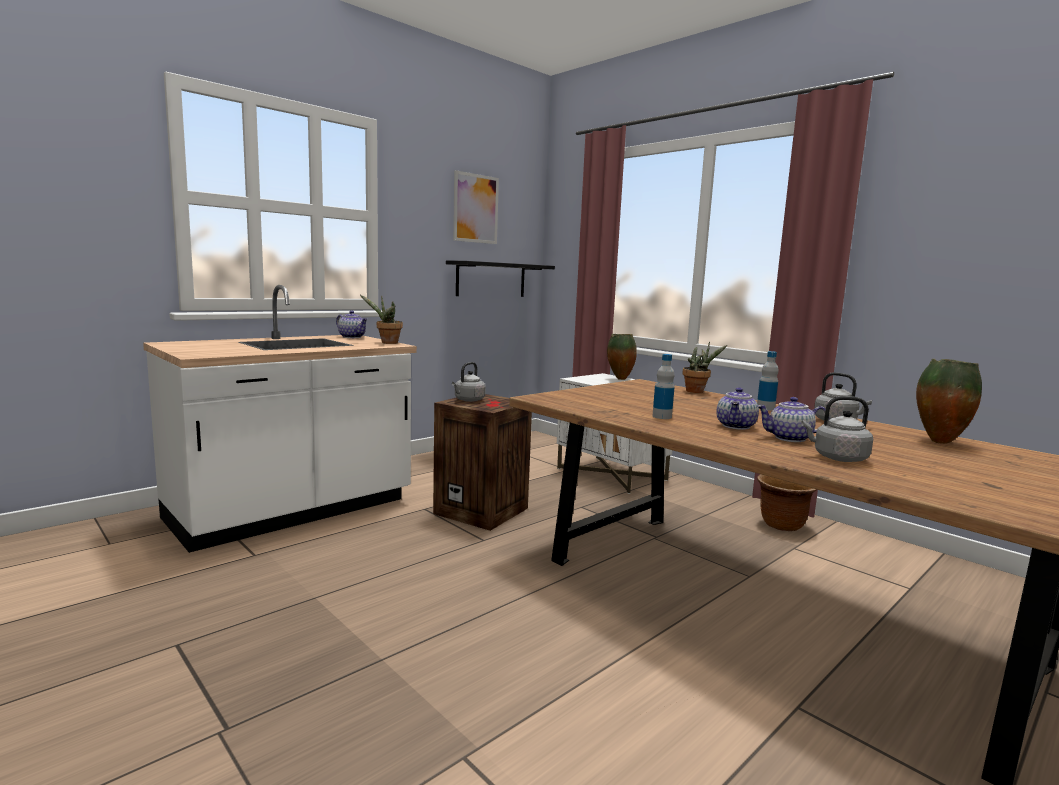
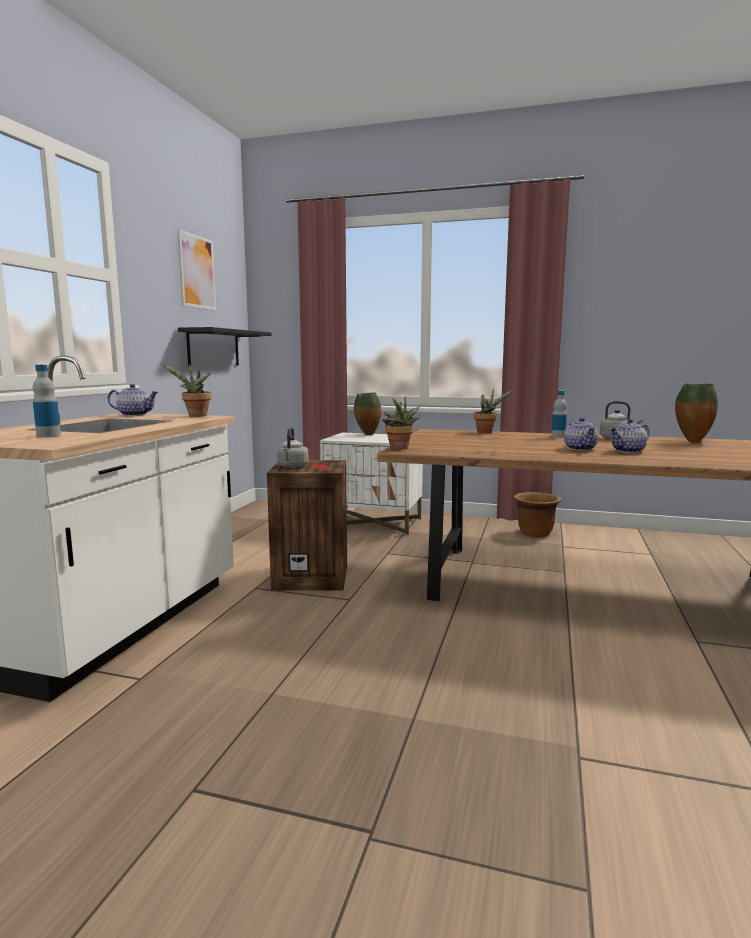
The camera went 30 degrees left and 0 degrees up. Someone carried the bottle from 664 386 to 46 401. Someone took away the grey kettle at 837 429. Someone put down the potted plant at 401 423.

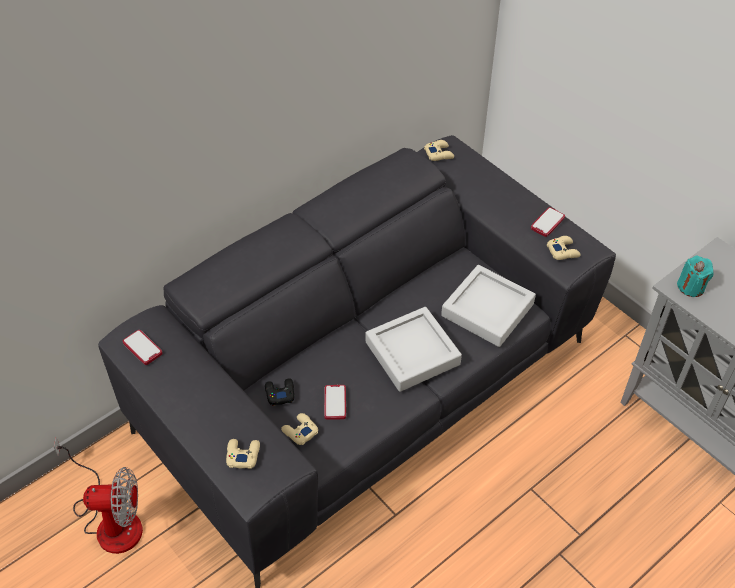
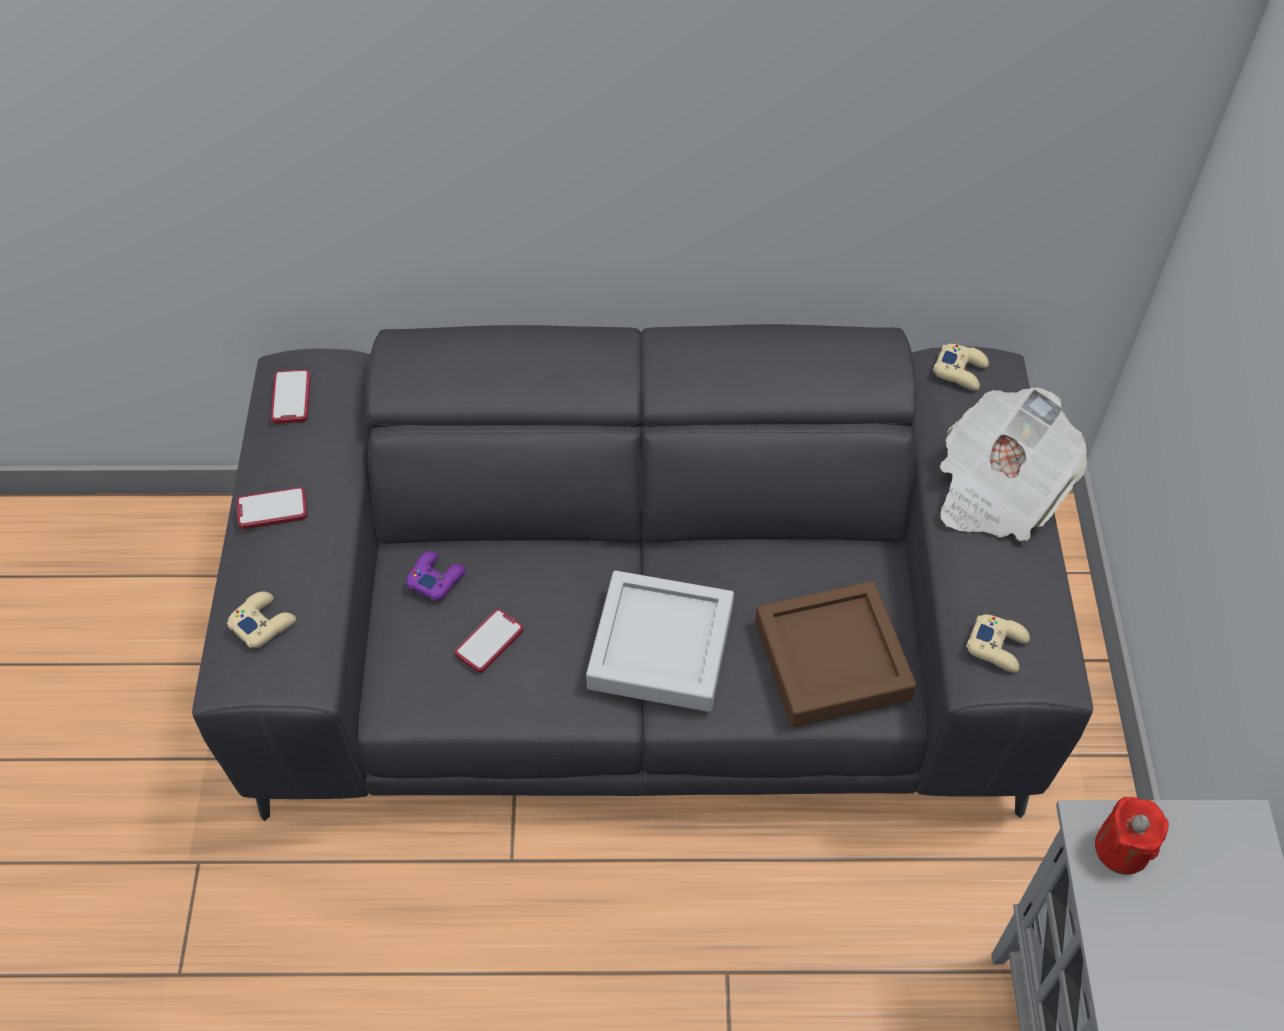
The camera went 40 degrees right and 5 degrees up. Someone carried the phone from 548 222 to 272 508. Someone repainted the turquoise candle at 695 276, which became the red candle at 1132 836. Someone repainted the grey tray at 488 306, which became the brown tray at 836 654. Someone repainted the black game controller at 279 392, which became the purple game controller at 436 576. Someone took away the beige game controller at 299 429. Someone took away the fan at 98 496. Someone put down the newspaper at 1013 464.

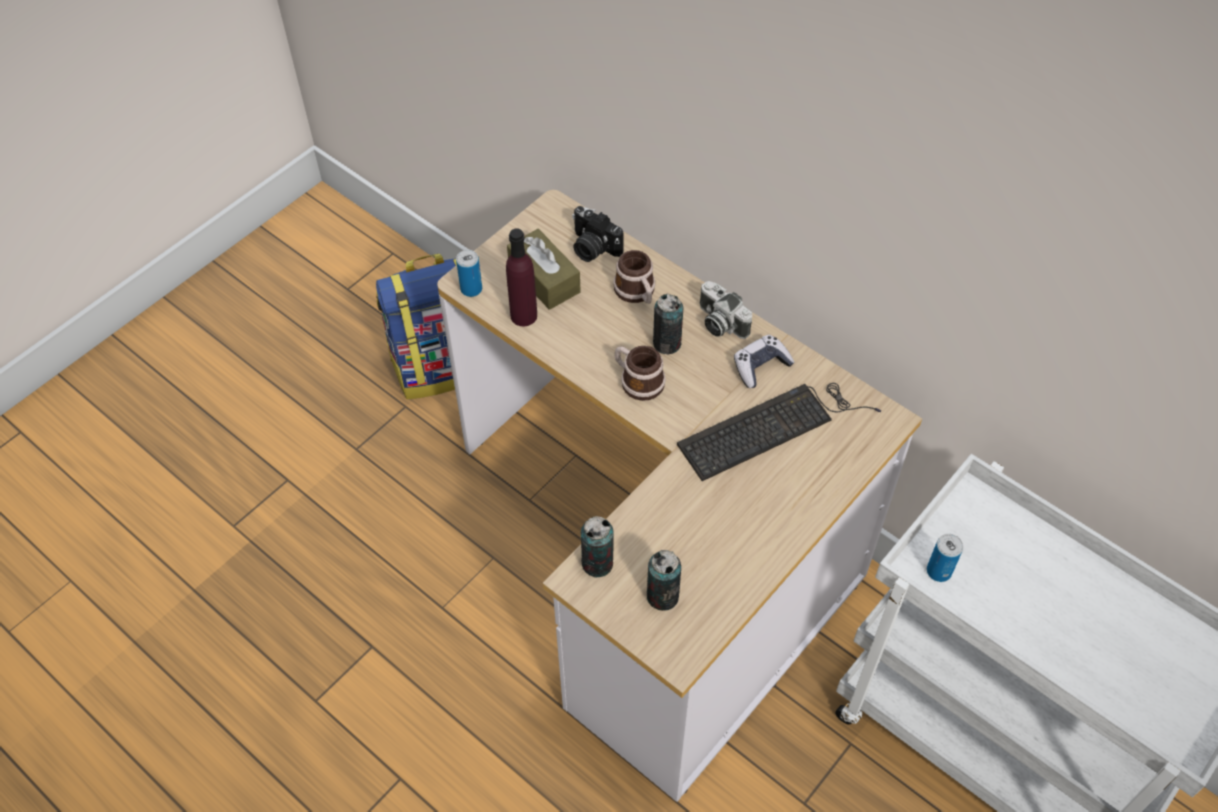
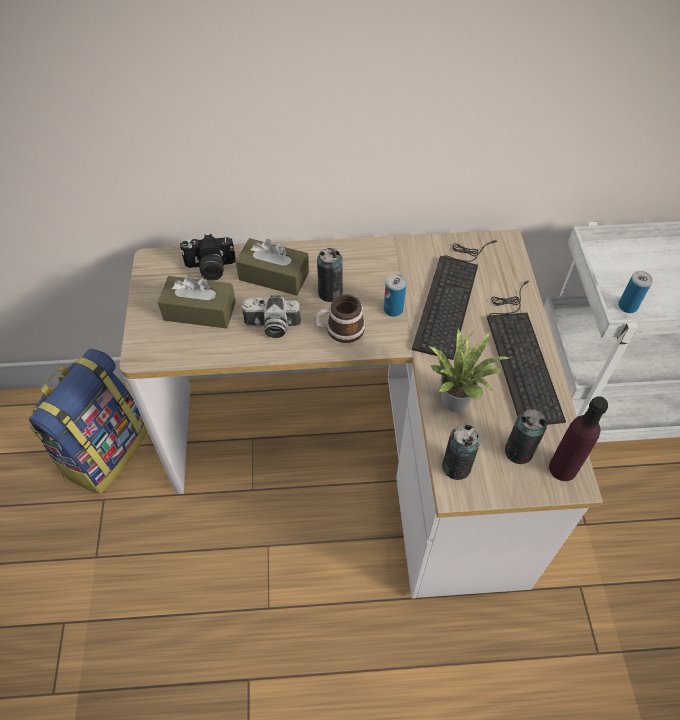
The camera went 45 degrees left and 0 degrees up. Someone carried the purple bottle from 521 277 to 578 438. Someone carried the can from 469 273 to 395 295. Someone swapped the mug at 634 277 for the brown tissue box at 272 266. Someone carried the photo camera from 726 310 to 271 316. Someone took away the game controller at 764 361. Someone put down the keyboard at 526 353. Someone put down the potted plant at 470 370.

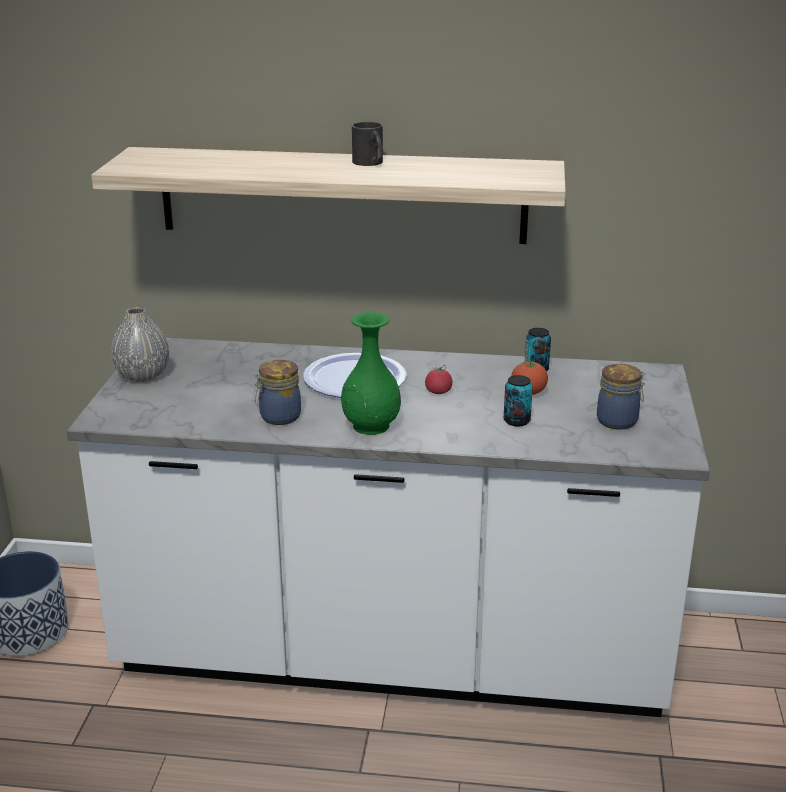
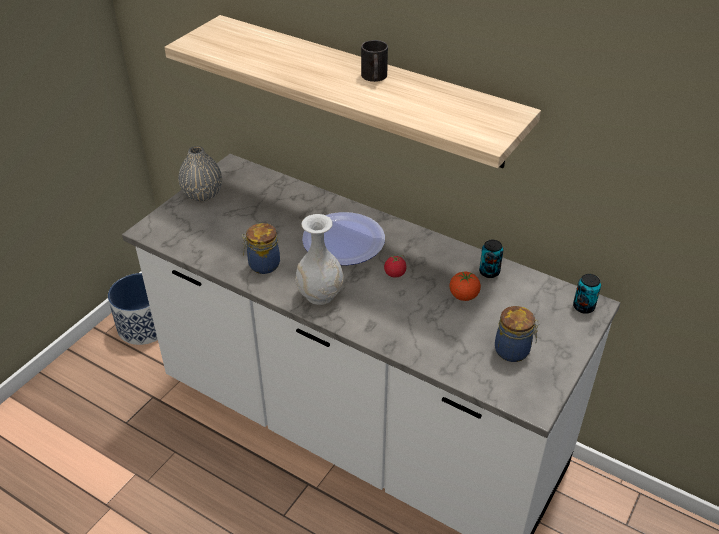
The camera went 25 degrees right and 15 degrees up. Someone repainted the green vase at 371 373, which became the white vase at 319 259. Someone carried the can from 518 401 to 587 294.

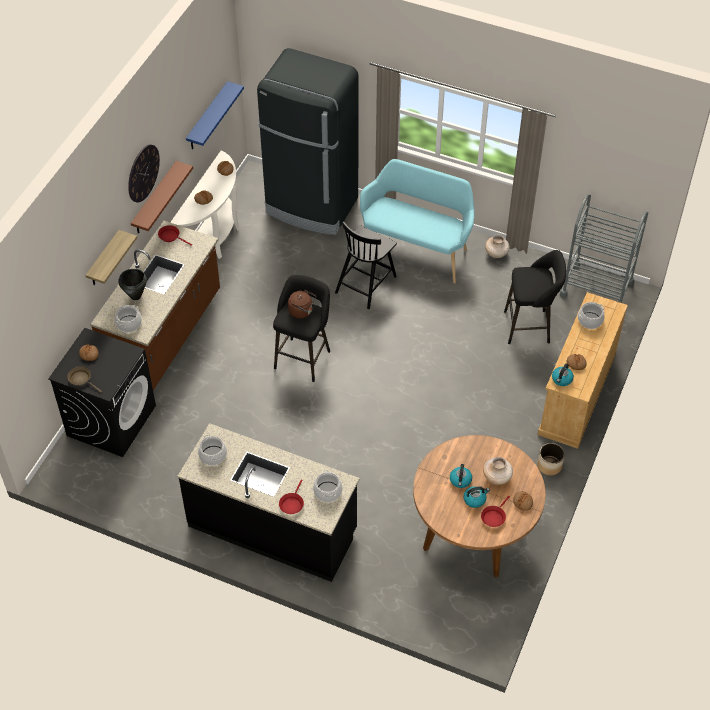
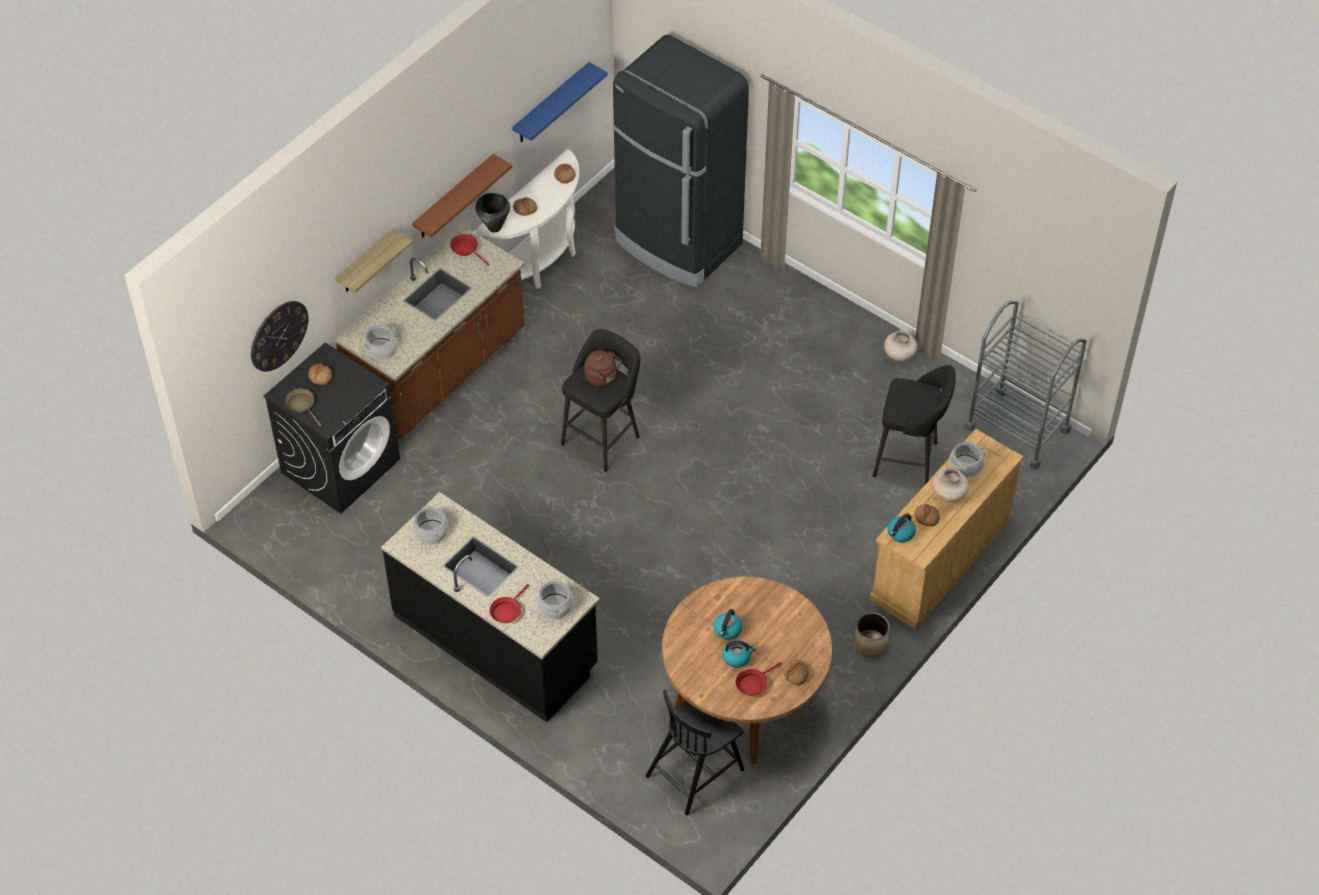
The camera went 15 degrees right and 0 degrees up. Someone carried the wall clock from 144 173 to 280 336. Someone took away the turquoise bench at 417 221. Someone carried the black chair from 366 265 to 695 752. Someone carried the black cooking pot from 132 284 to 493 213. Someone carried the beige vase from 498 471 to 950 485.

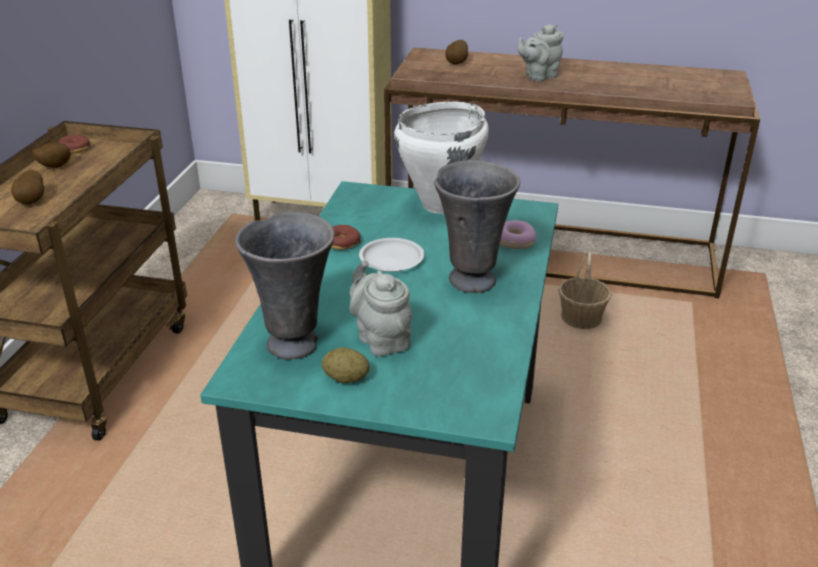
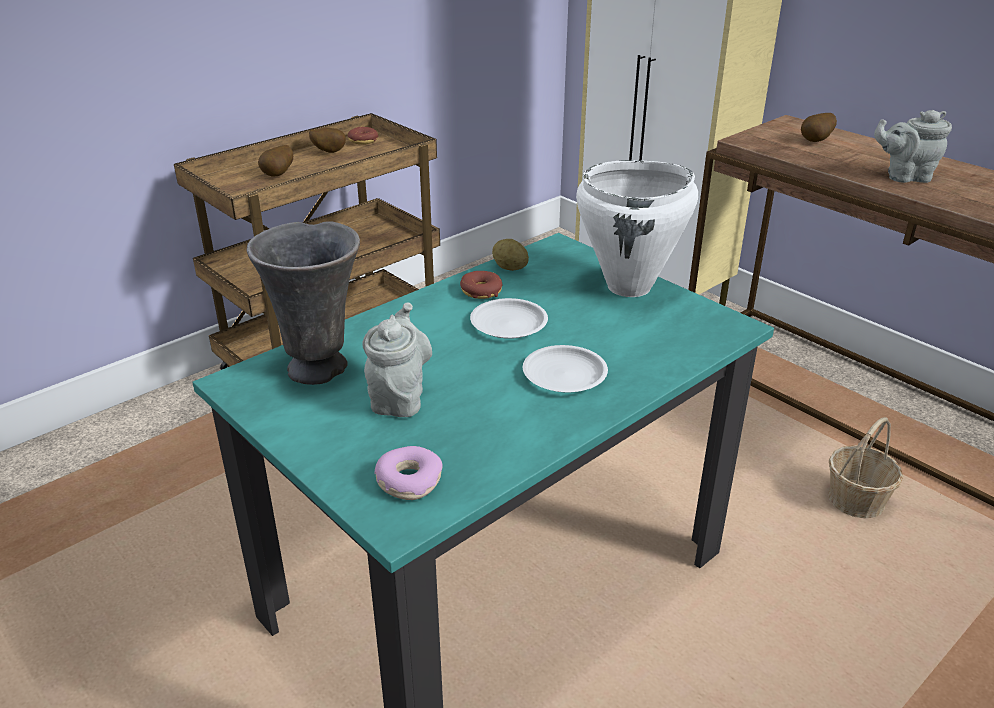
The camera went 35 degrees right and 0 degrees up. Someone swapped the grey vase at 477 226 for the white plate at 565 369. Someone carried the donut from 518 234 to 408 473. Someone carried the potato from 346 365 to 510 255.

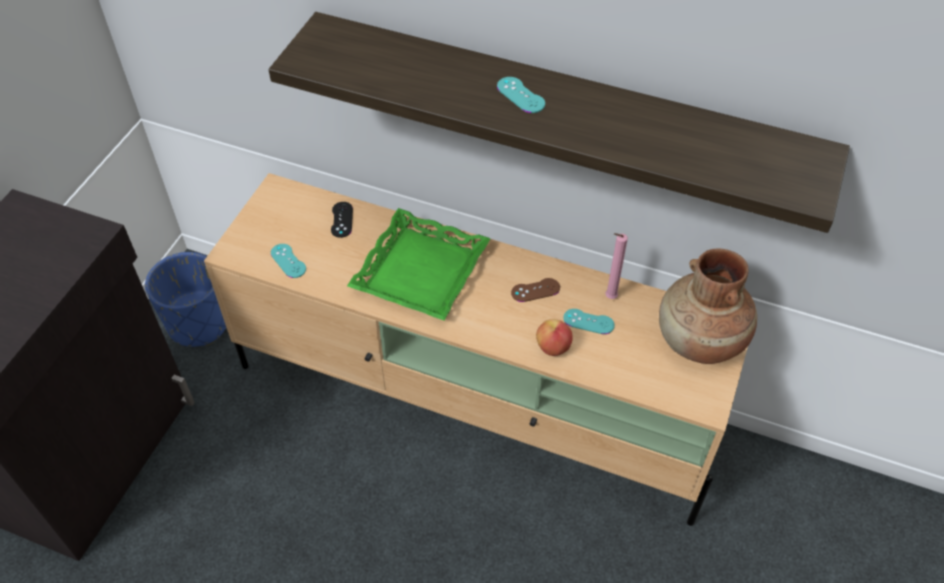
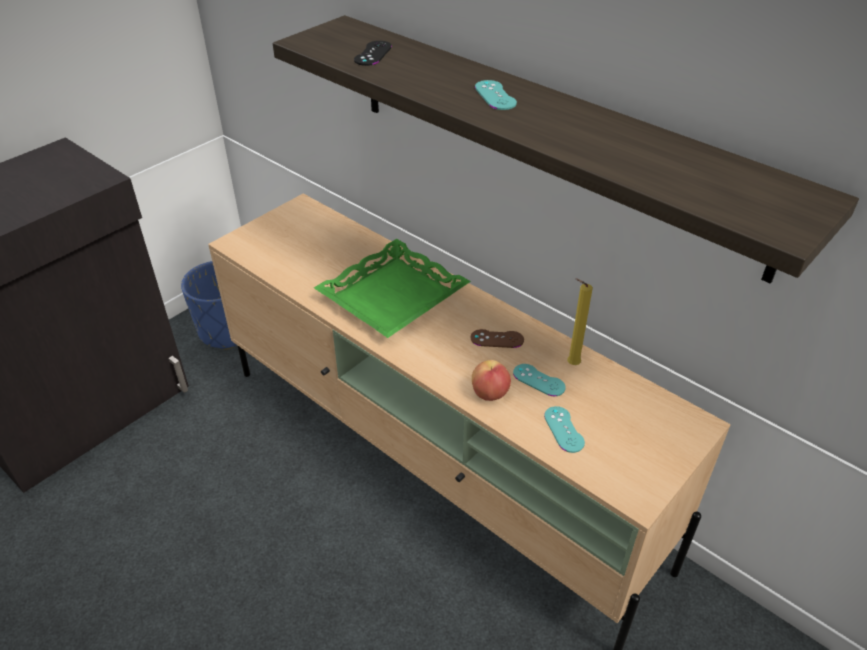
The camera went 20 degrees right and 10 degrees down. Someone carried the black game controller from 342 220 to 373 53. Someone repainted the pink candle at 616 266, which became the yellow candle at 580 321. Someone carried the turquoise game controller from 288 261 to 564 429. Someone took away the brown vase at 708 306.

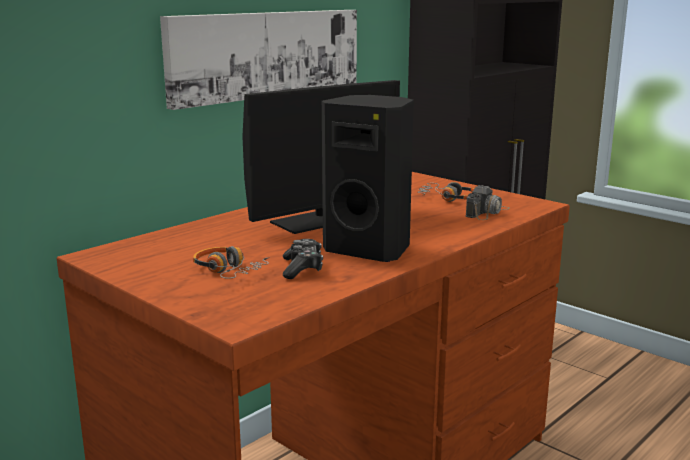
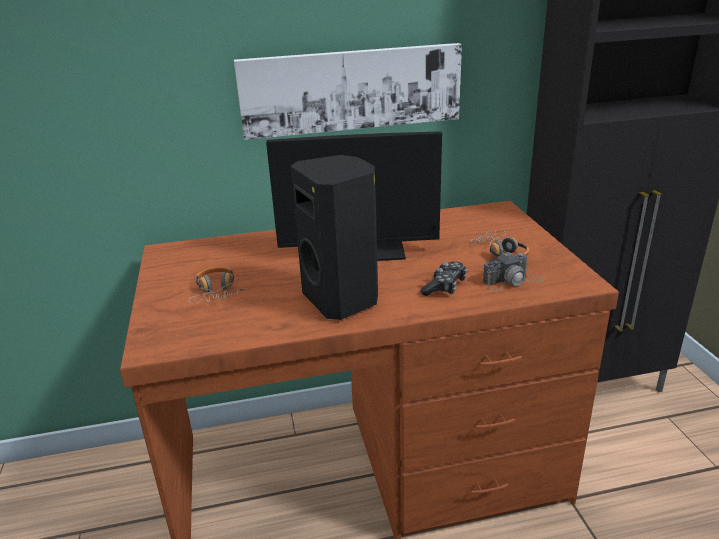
The camera went 35 degrees right and 10 degrees up. Someone carried the game controller from 303 259 to 443 278.

